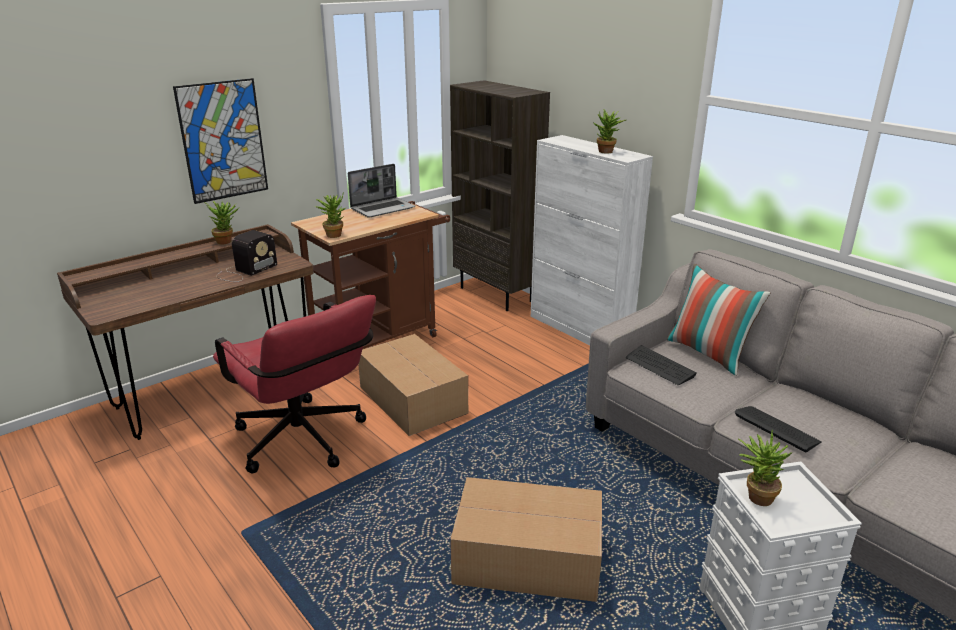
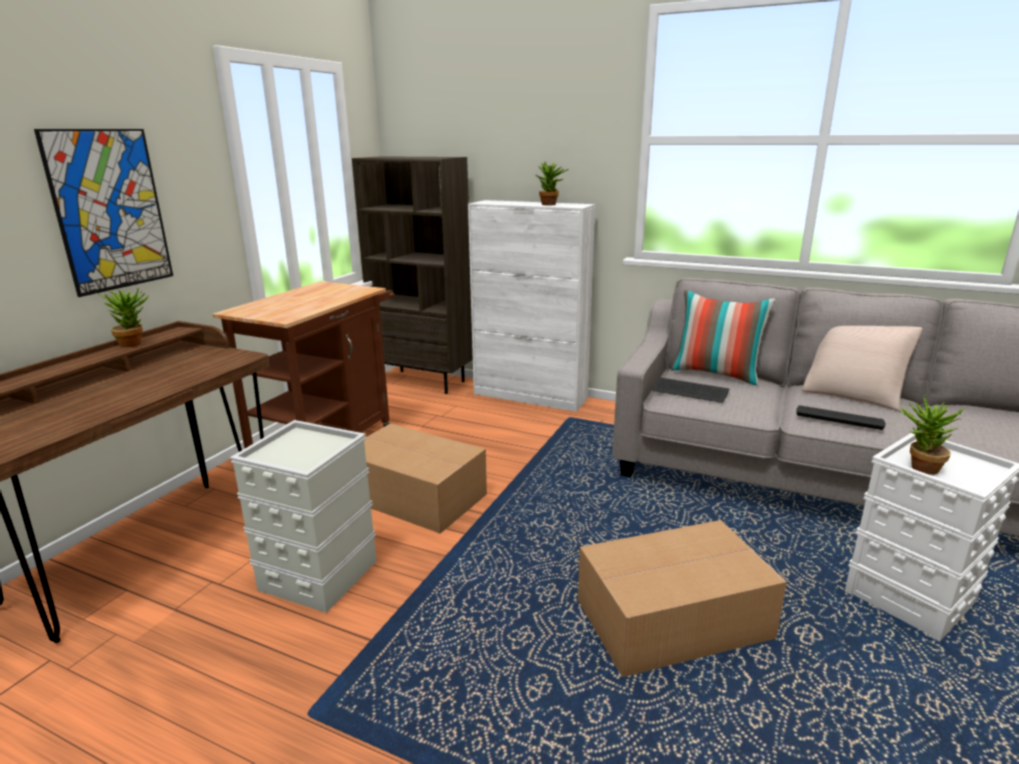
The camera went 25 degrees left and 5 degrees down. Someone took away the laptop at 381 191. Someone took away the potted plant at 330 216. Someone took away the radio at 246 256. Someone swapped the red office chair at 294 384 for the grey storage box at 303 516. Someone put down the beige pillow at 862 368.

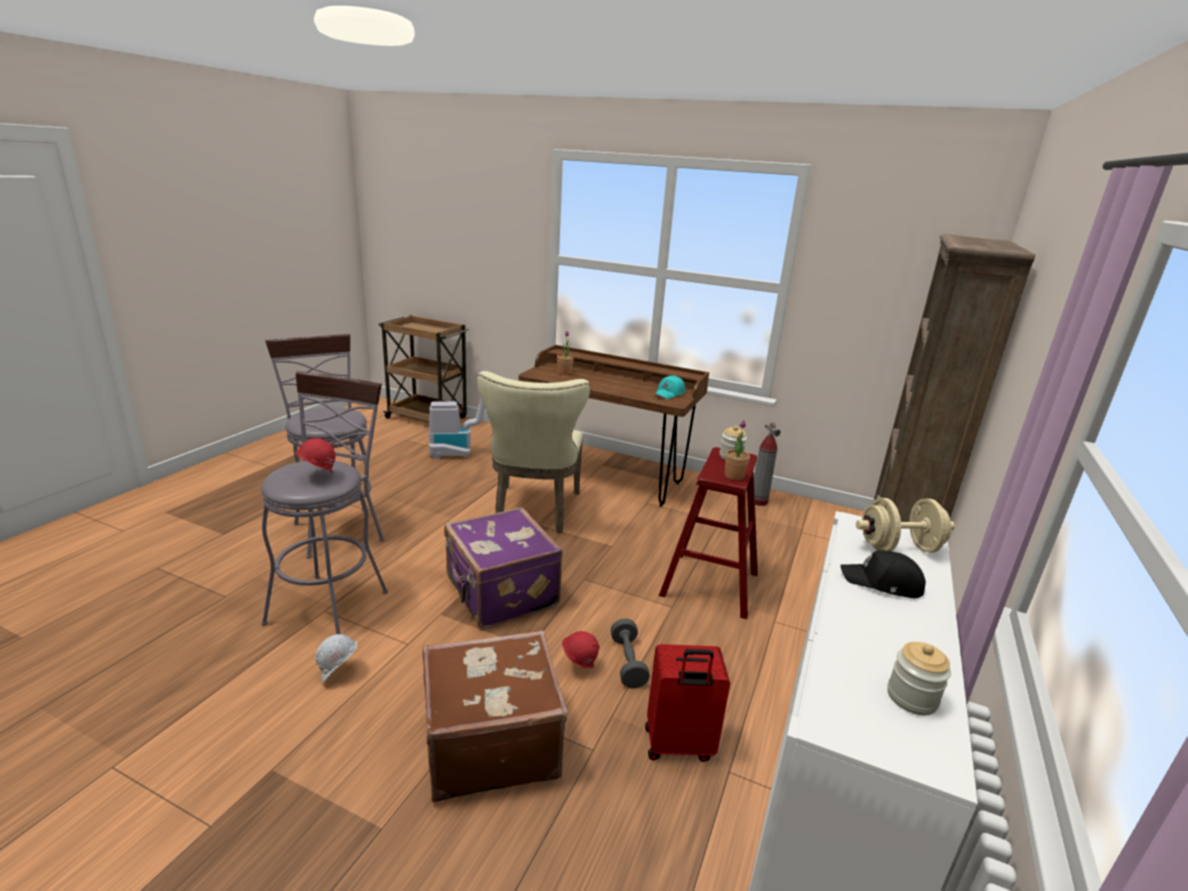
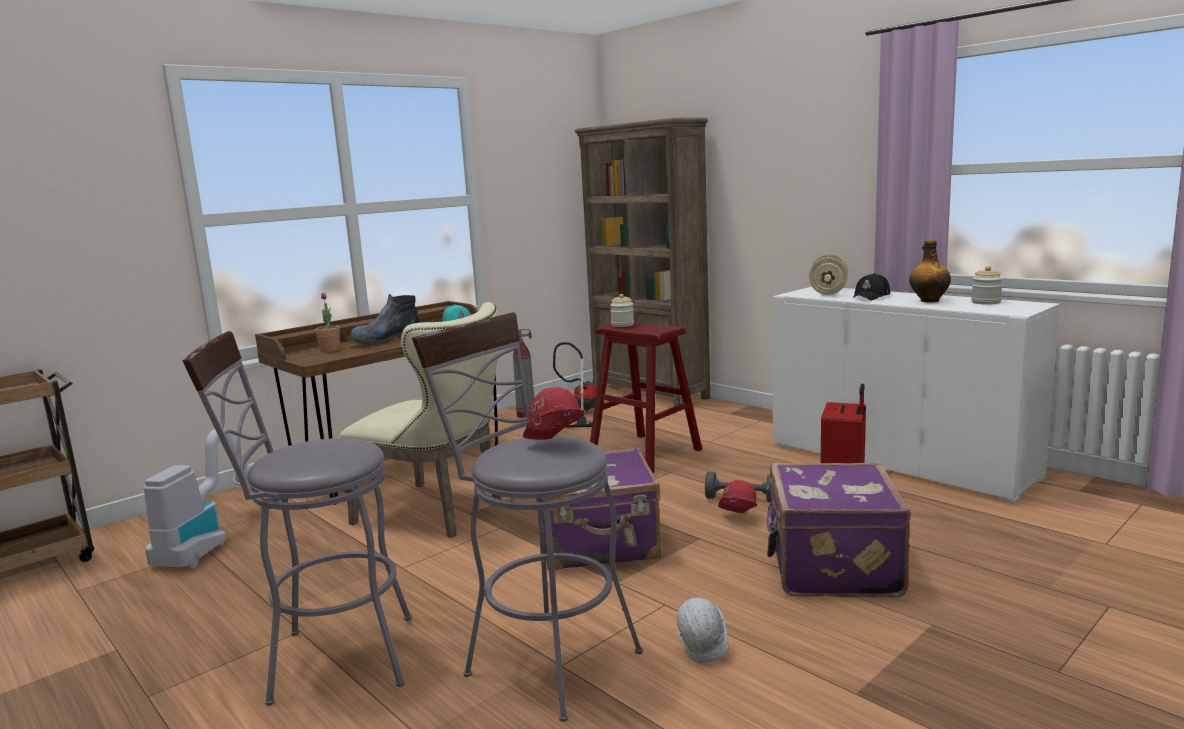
The camera went 65 degrees left and 10 degrees down. Someone took away the potted plant at 737 450. Someone repainted the brown suitcase at 495 716, which became the purple suitcase at 838 529. Someone put down the bottle at 930 271. Someone put down the boot at 383 319. Someone put down the vacuum cleaner at 575 385.

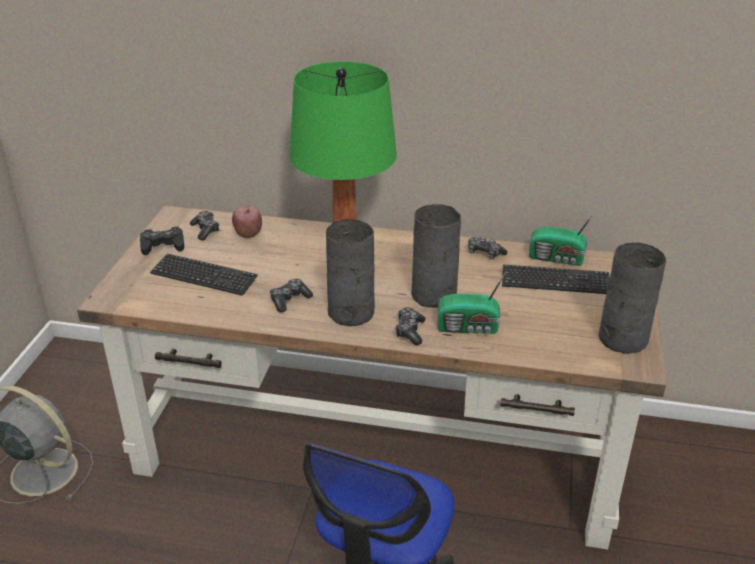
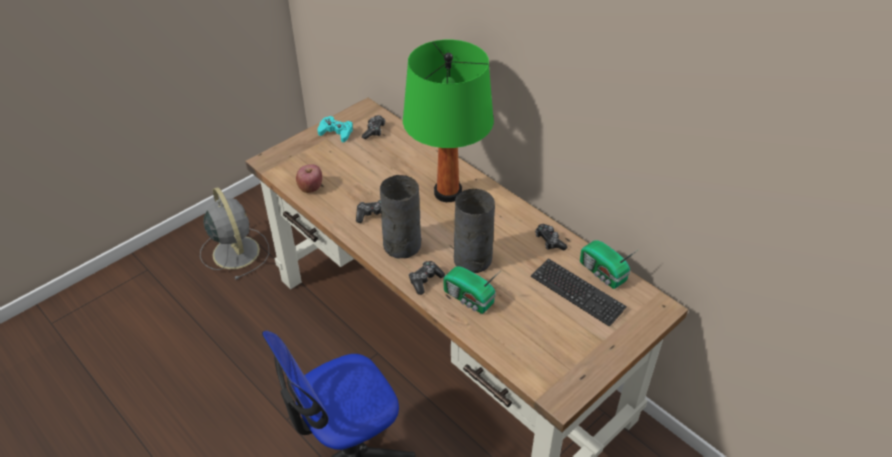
The camera went 35 degrees right and 10 degrees up. Someone carried the apple from 247 221 to 309 178. Someone repainted the black game controller at 162 241, which became the turquoise game controller at 335 129. Someone took away the grey vase at 632 298. Someone took away the keyboard at 204 275.

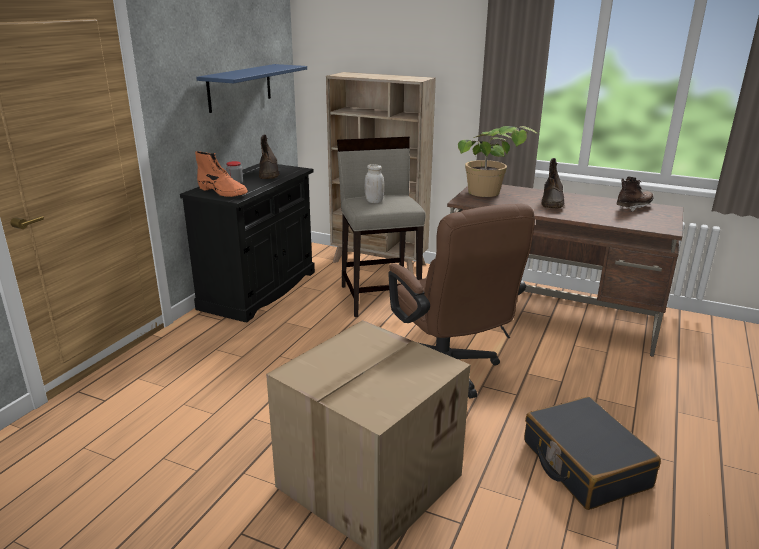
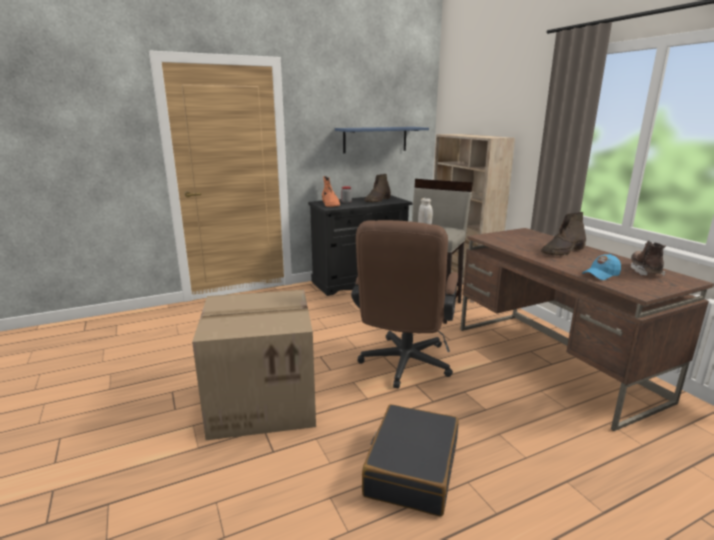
The camera went 40 degrees right and 5 degrees down. Someone took away the potted plant at 498 161. Someone rotated the brown boot at 635 194 by 90 degrees counterclockwise. Someone put down the blue cap at 601 267.

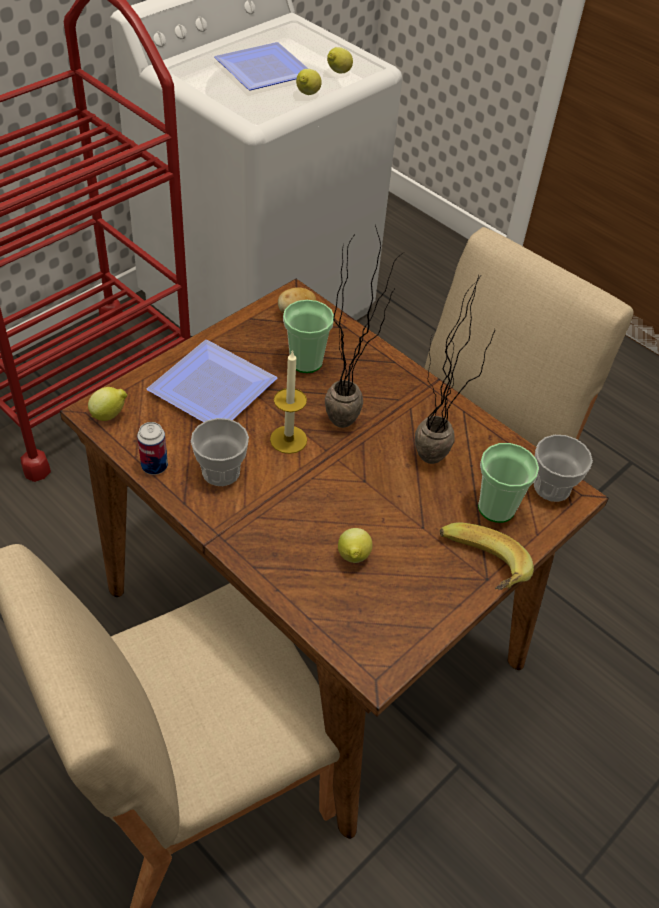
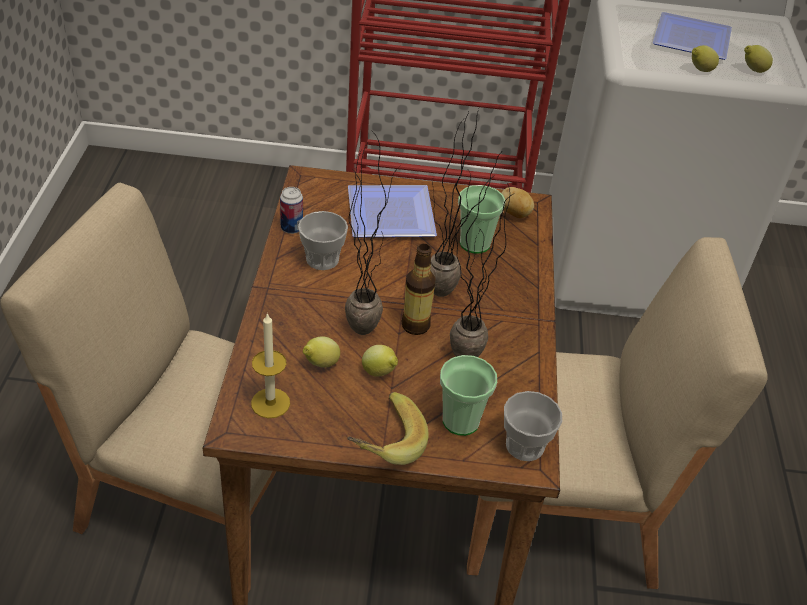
The camera went 50 degrees right and 5 degrees down. Someone carried the candle from 288 402 to 270 365. Someone carried the lemon from 107 404 to 380 361. Someone put down the potted plant at 372 232. Someone put down the bottle at 419 289.

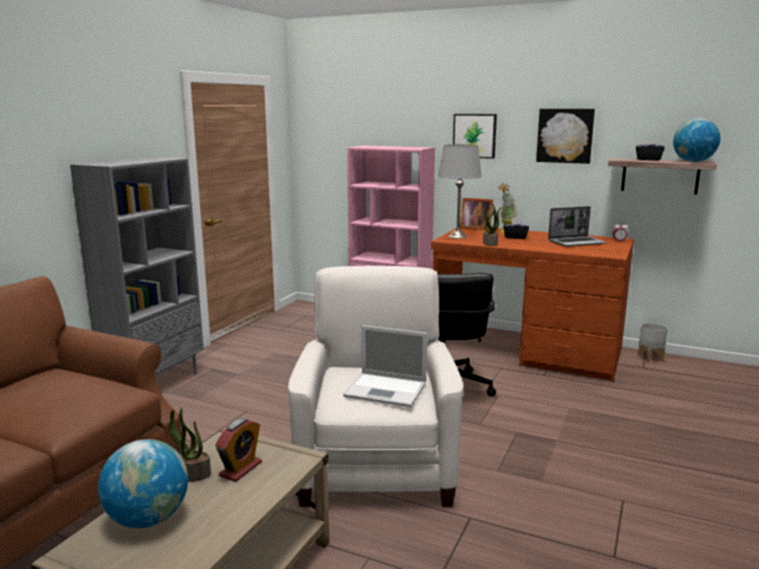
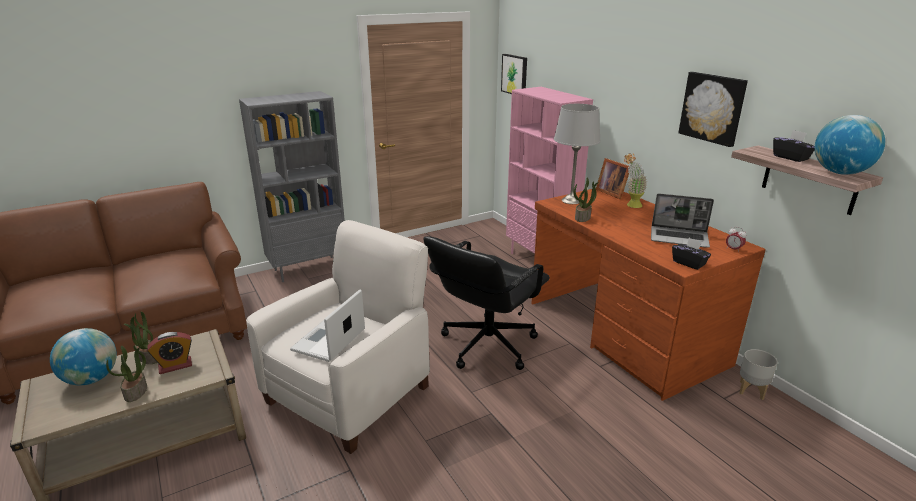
The camera went 35 degrees right and 10 degrees up. Someone carried the picture from 475 136 to 514 74. Someone carried the black tissue box from 516 228 to 691 254. Someone rotated the laptop at 385 366 by 60 degrees clockwise. Someone put down the potted plant at 126 374.

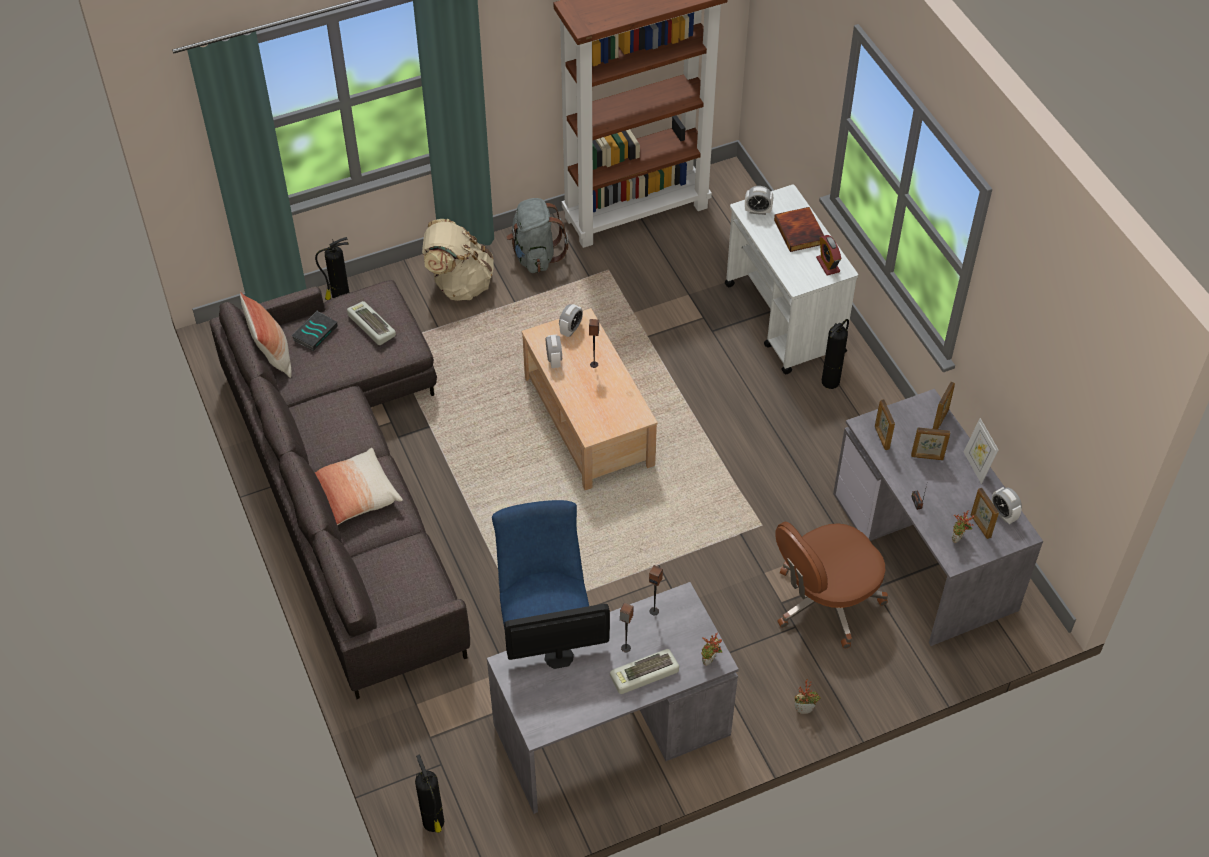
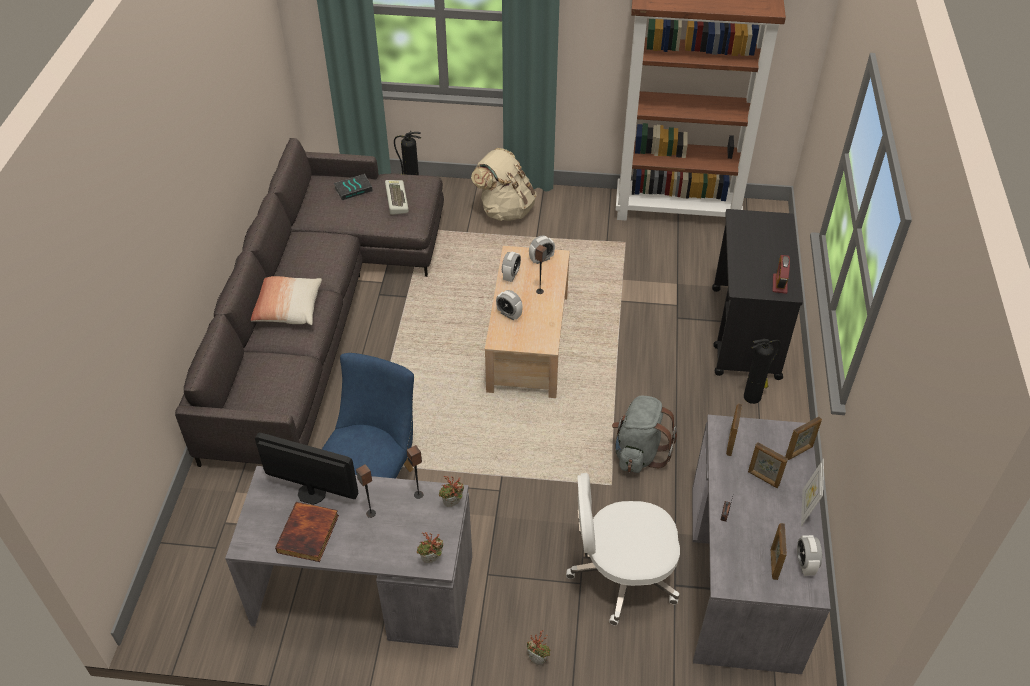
The camera went 30 degrees right and 5 degrees down. Someone repainted the white cart at 791 279, which became the black cart at 757 294. Someone carried the alarm clock from 759 200 to 509 305. Someone carried the grey backpack from 537 235 to 644 434. Someone carried the book from 799 229 to 307 532. Someone took away the pillow at 266 335. Someone carried the potted plant from 963 527 to 451 491. Someone repainted the brown office chair at 831 585, which became the white office chair at 623 549. Someone took away the keyboard at 644 671. Someone took away the fire extinguisher at 430 793.

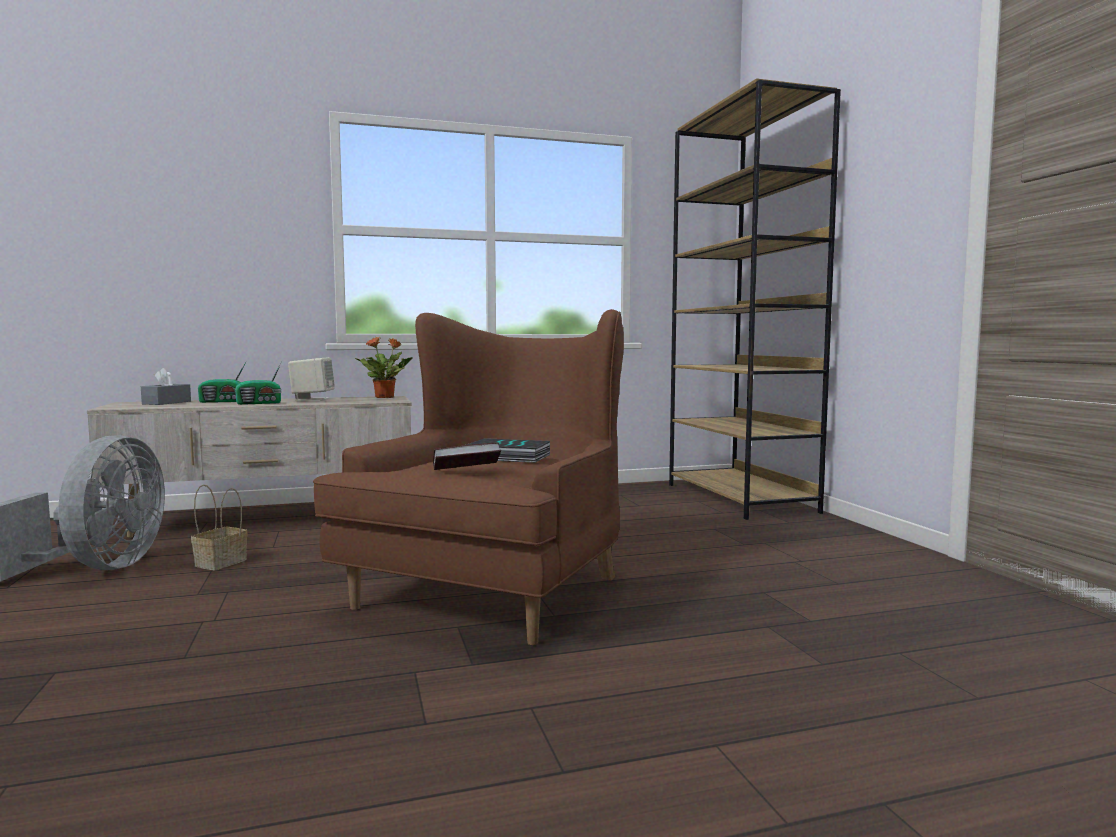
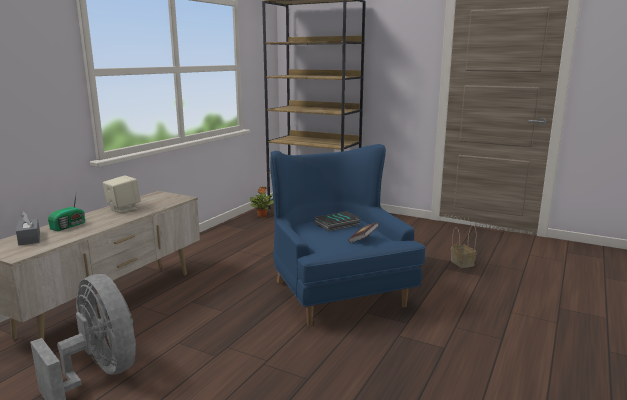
The camera went 45 degrees left and 10 degrees up. Someone repainted the brown armchair at 468 477, which became the blue armchair at 348 235. Someone carried the potted plant from 384 367 to 262 202. Someone took away the radio at 258 384. Someone carried the basket from 219 527 to 464 246.

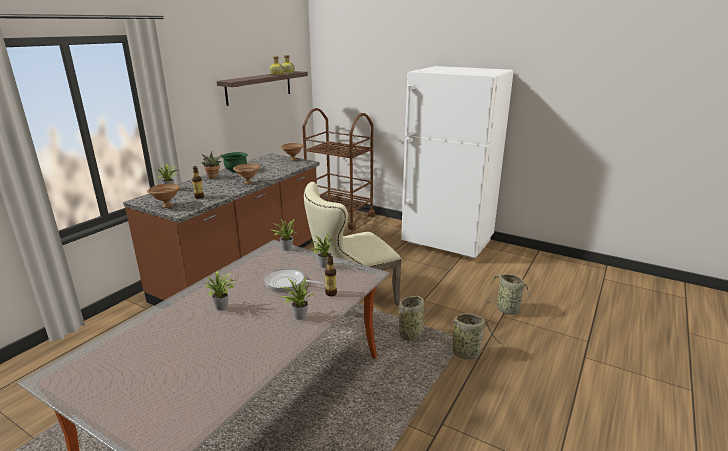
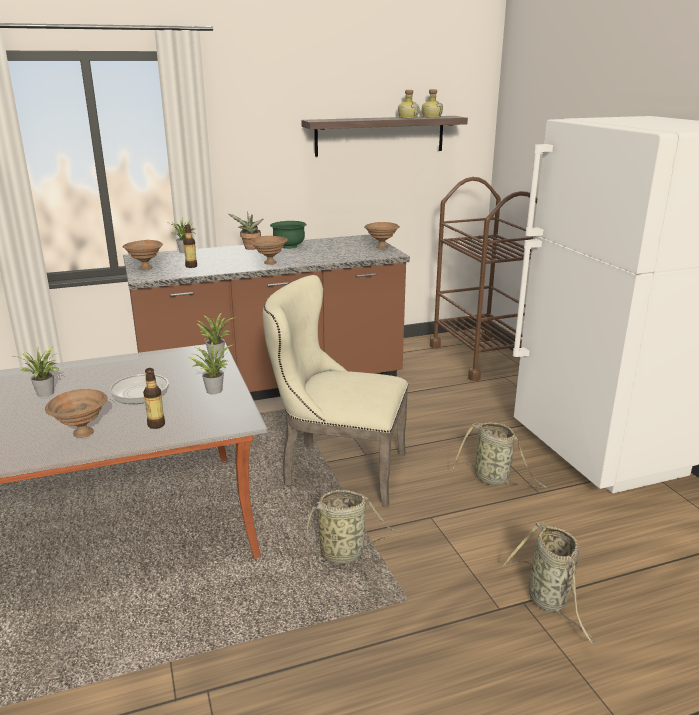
The camera went 40 degrees right and 0 degrees up. Someone swapped the potted plant at 297 298 for the brown bowl at 76 413. Someone carried the basket from 473 336 to 500 455.

